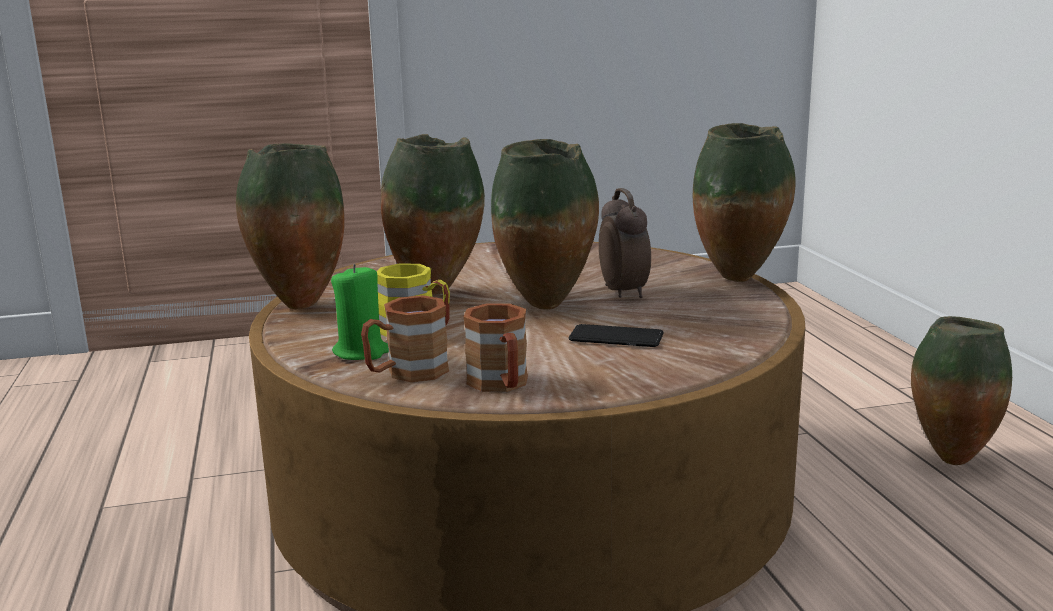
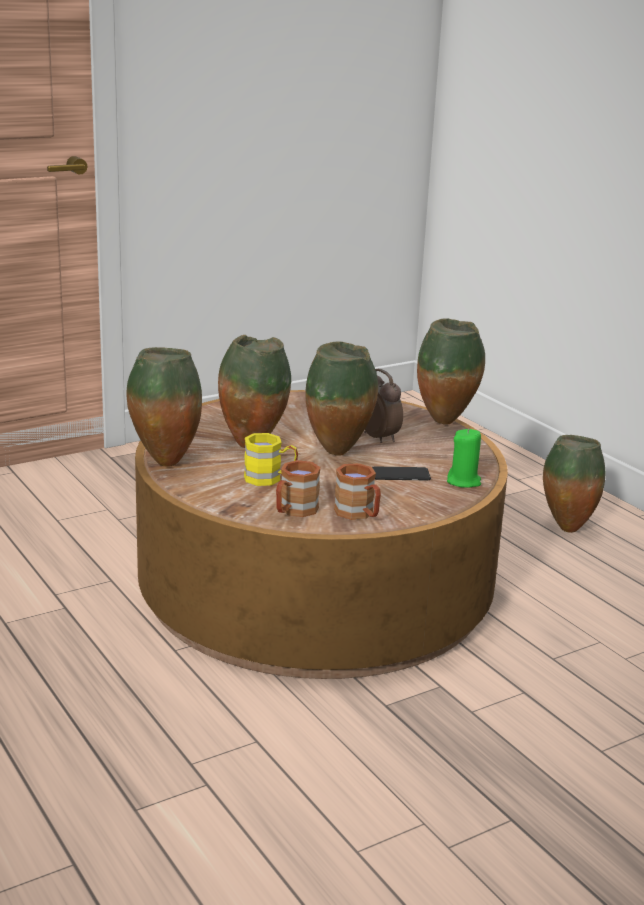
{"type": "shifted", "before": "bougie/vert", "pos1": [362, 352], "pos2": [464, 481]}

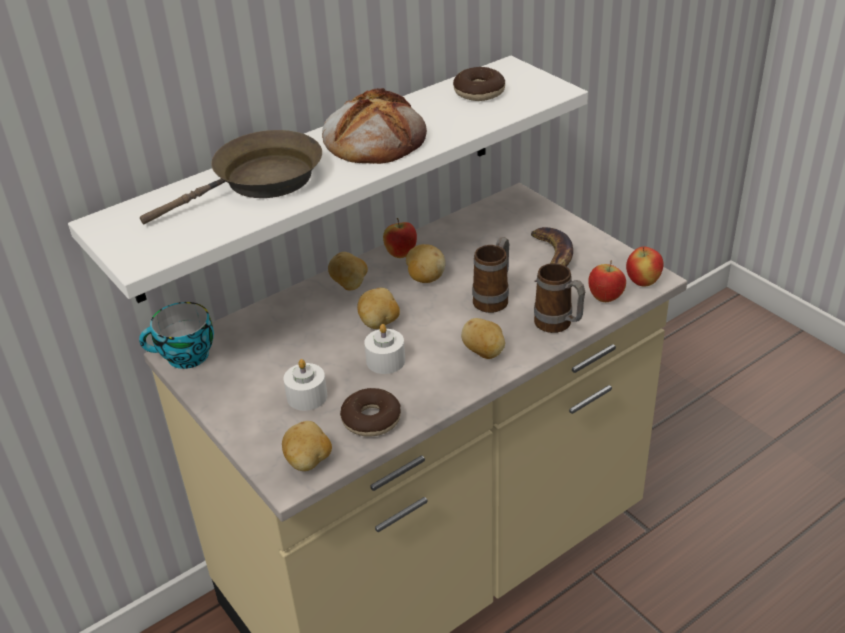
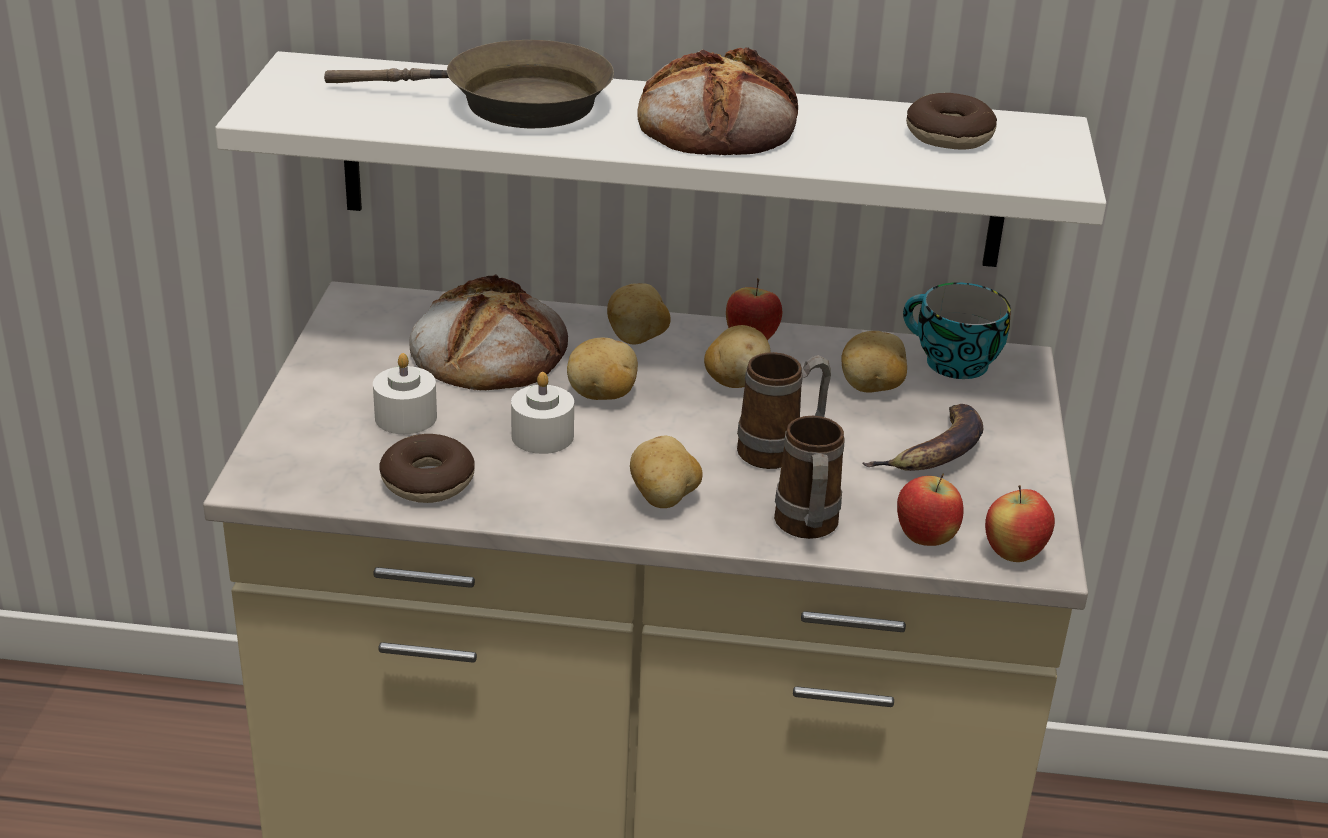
{"type": "shifted", "before": "tasse", "pos1": [185, 357], "pos2": [951, 363]}
{"type": "shifted", "before": "pomme de terre", "pos1": [309, 461], "pos2": [872, 387]}
{"type": "new", "after": "pain", "pos2": [488, 349]}

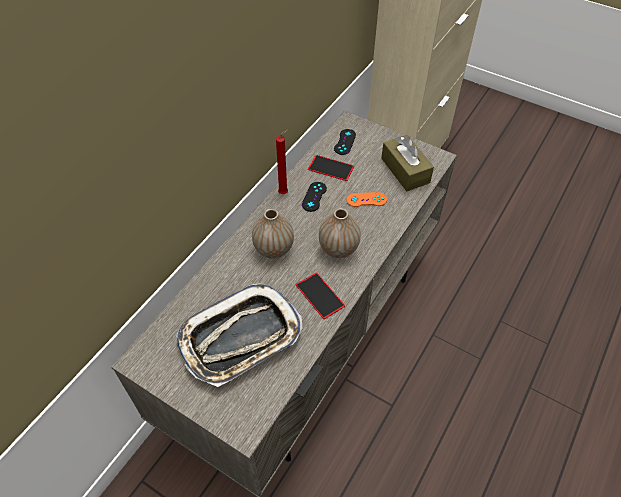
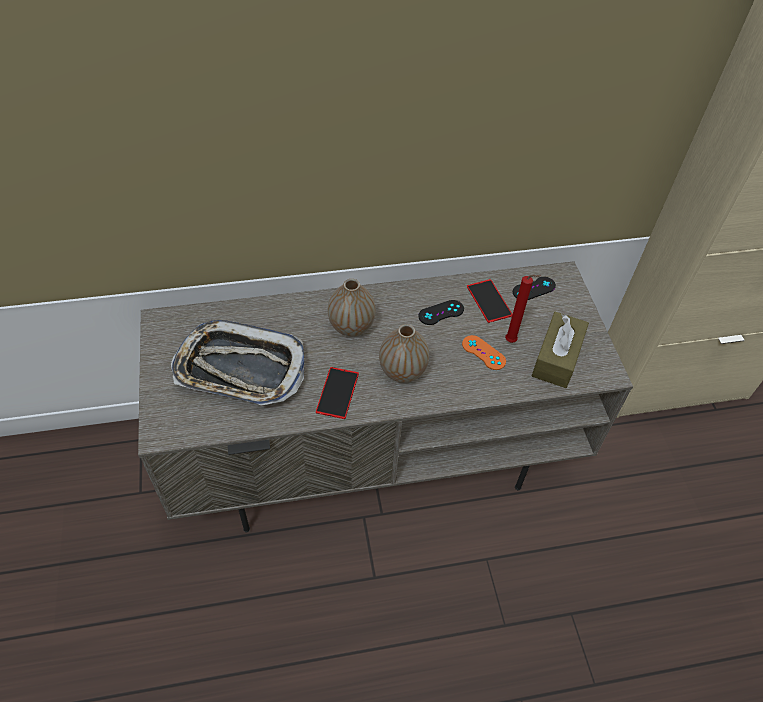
{"type": "shifted", "before": "bougie/rouge", "pos1": [285, 193], "pos2": [512, 342]}

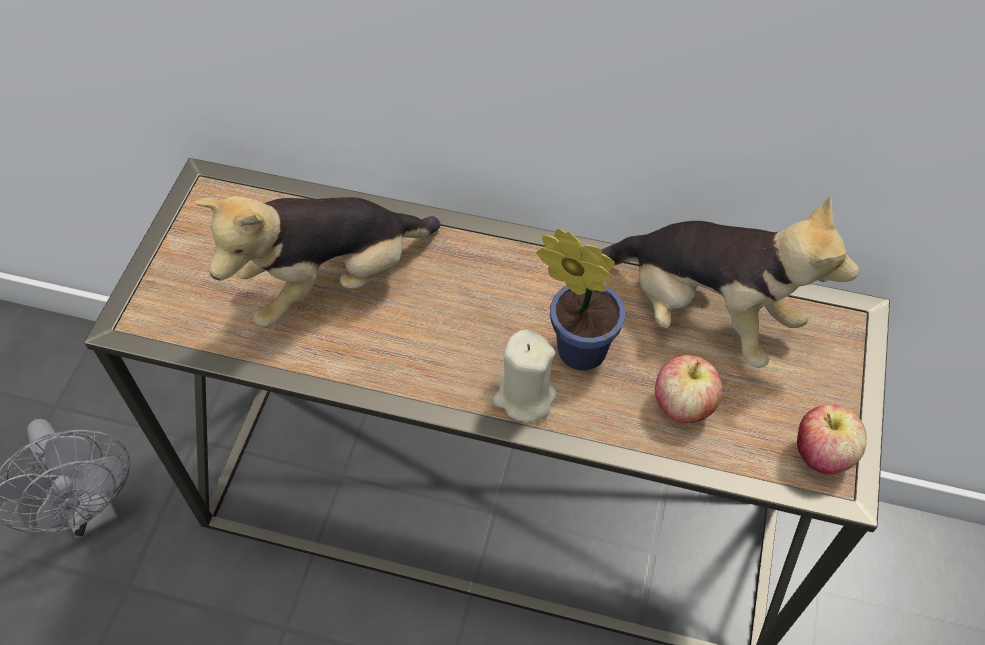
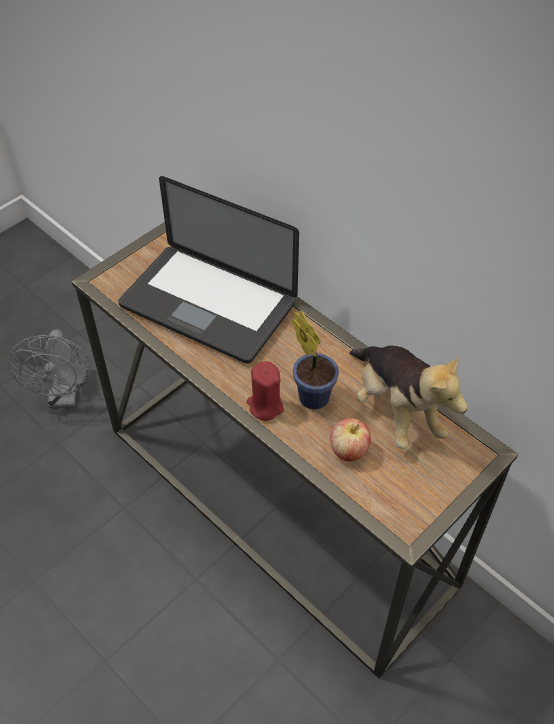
{"type": "swapped", "before": "peluche", "after": "ordinateur portable", "pos1": [333, 282], "pos2": [208, 305]}
{"type": "repainted", "before": "bougie/beige", "after": "bougie/rouge", "pos1": [524, 397], "pos2": [265, 406]}
{"type": "gone", "before": "pomme", "pos1": [821, 455]}

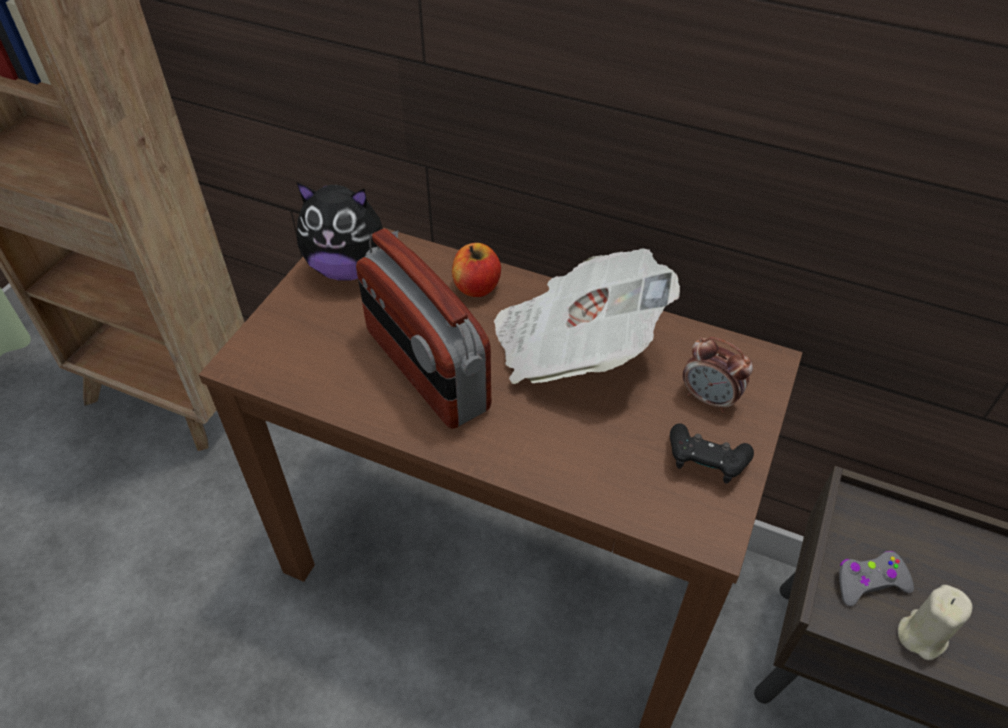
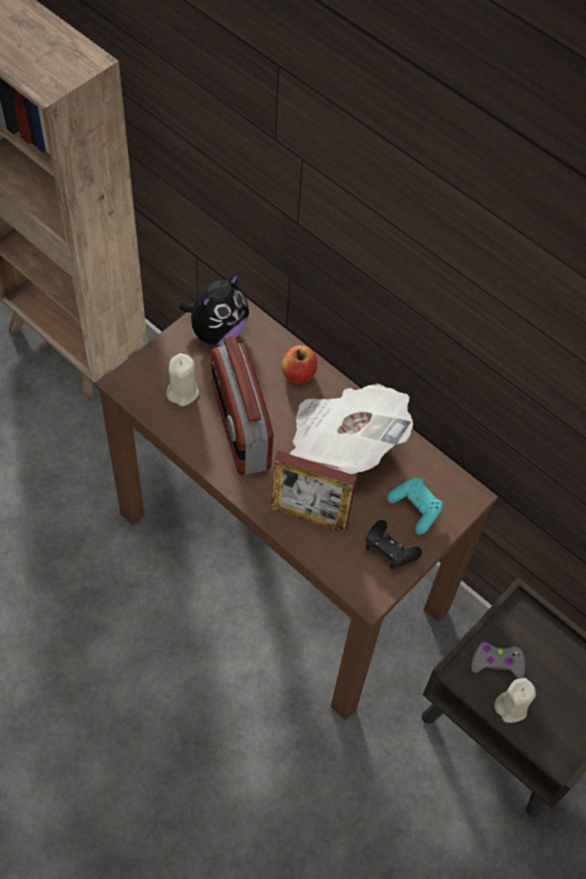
{"type": "rotated", "before": "peluche", "pos1": [349, 268], "pos2": [217, 331], "turn": -75}
{"type": "swapped", "before": "réveil", "after": "manette/turquoise", "pos1": [709, 399], "pos2": [415, 509]}
{"type": "new", "after": "bougie/beige", "pos2": [182, 392]}
{"type": "new", "after": "cadre photo", "pos2": [309, 516]}

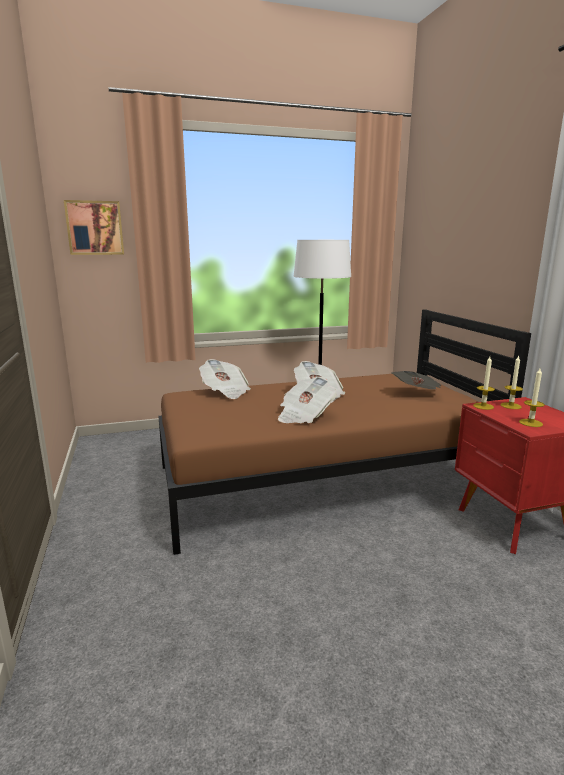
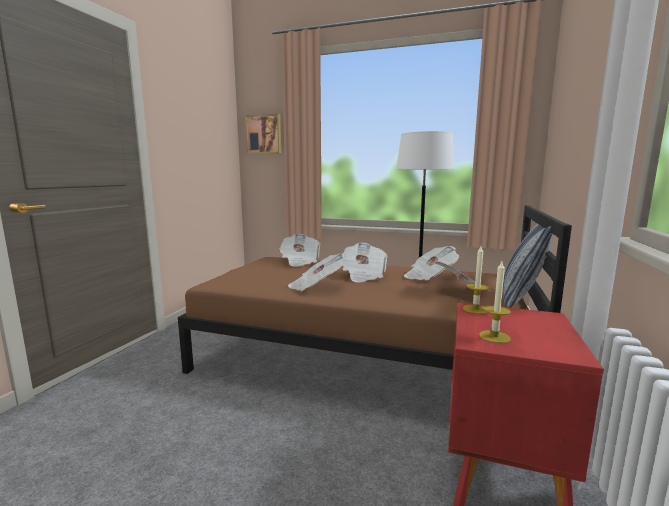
{"type": "gone", "before": "bougie", "pos1": [510, 406]}
{"type": "new", "after": "coussin", "pos2": [521, 297]}
{"type": "new", "after": "journal", "pos2": [429, 276]}

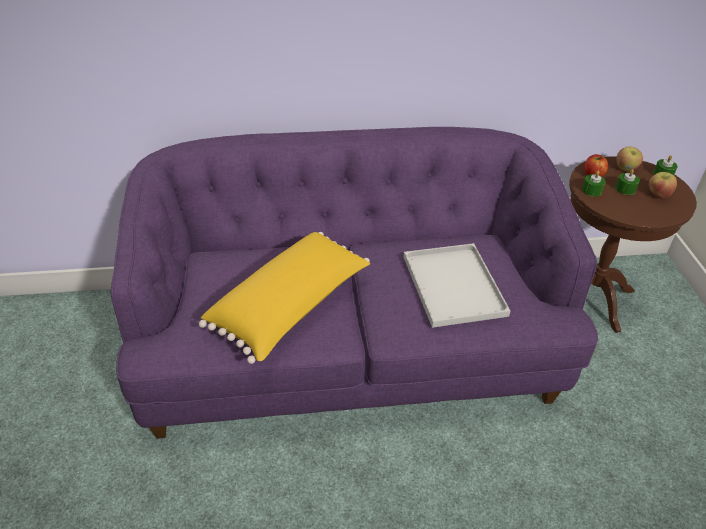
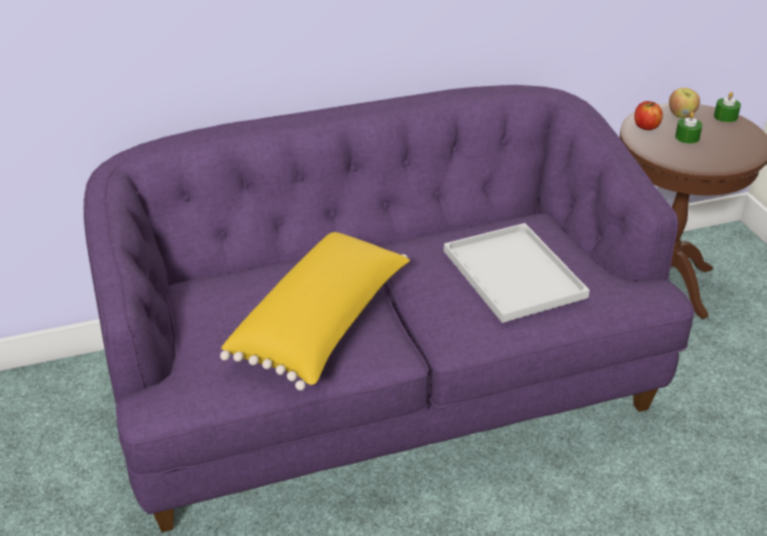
{"type": "gone", "before": "bougie/vert", "pos1": [591, 190]}
{"type": "gone", "before": "pomme", "pos1": [658, 194]}

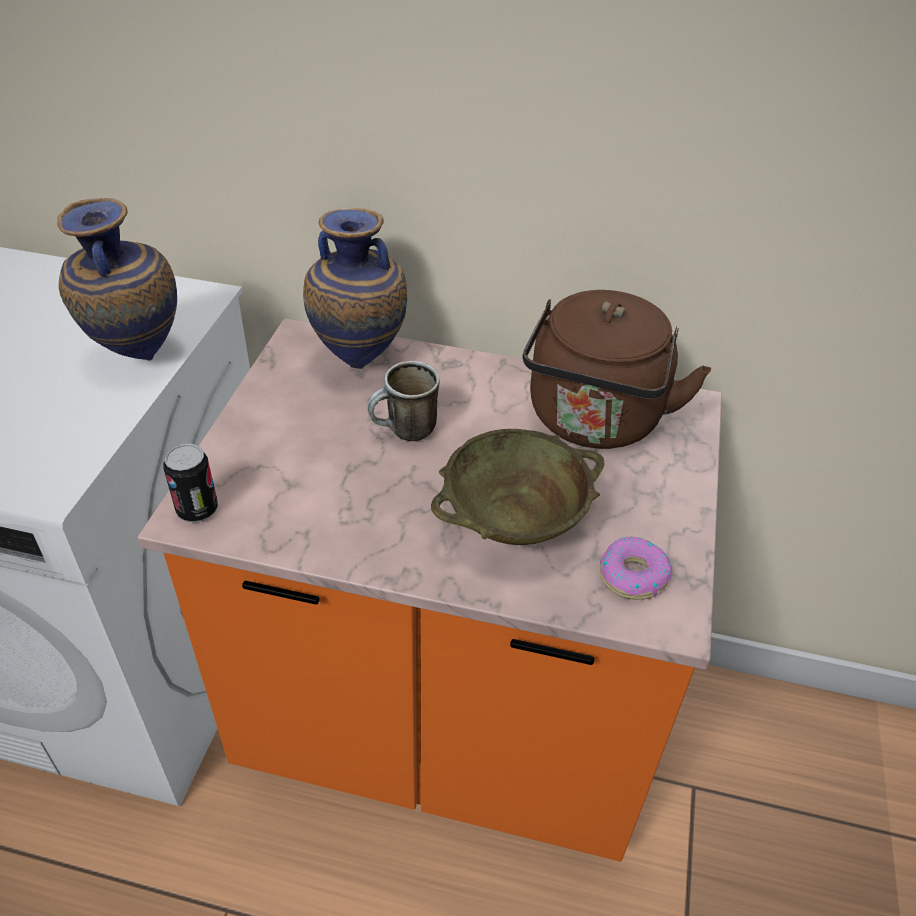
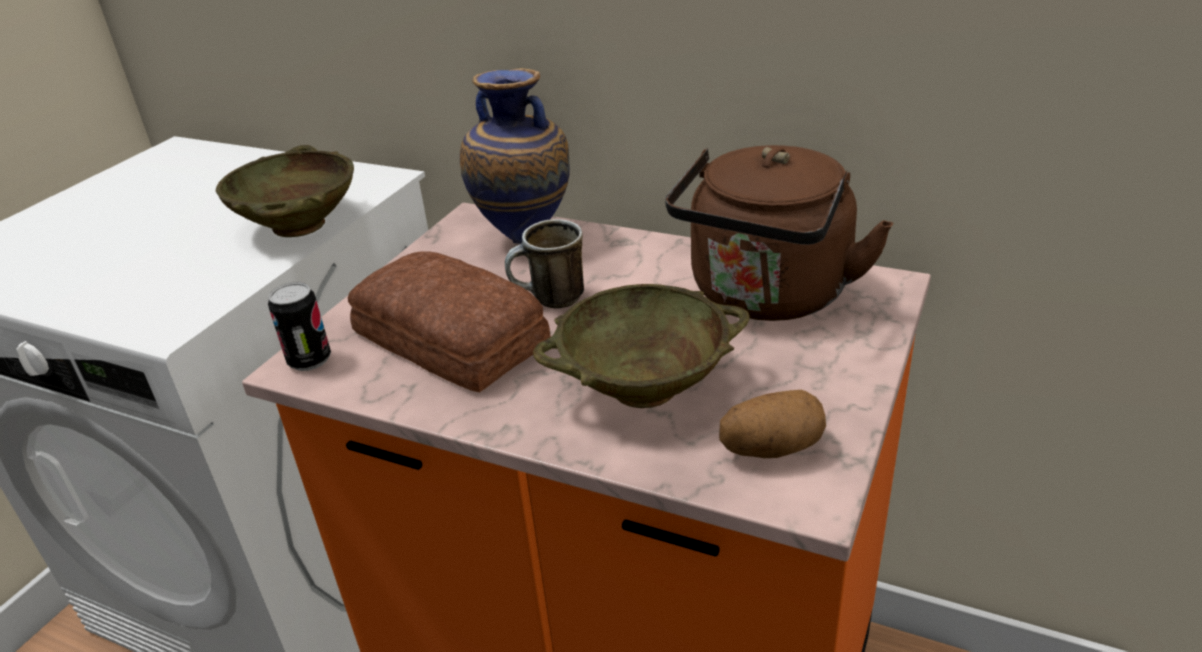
{"type": "swapped", "before": "vase", "after": "bol/beige", "pos1": [137, 357], "pos2": [299, 225]}
{"type": "swapped", "before": "beignet", "after": "pomme de terre", "pos1": [632, 575], "pos2": [771, 448]}
{"type": "new", "after": "pain", "pos2": [449, 341]}

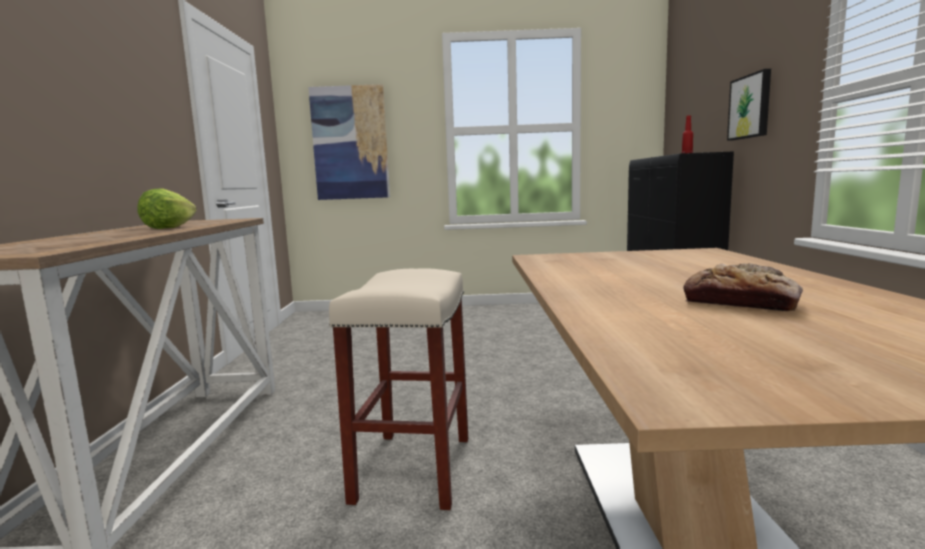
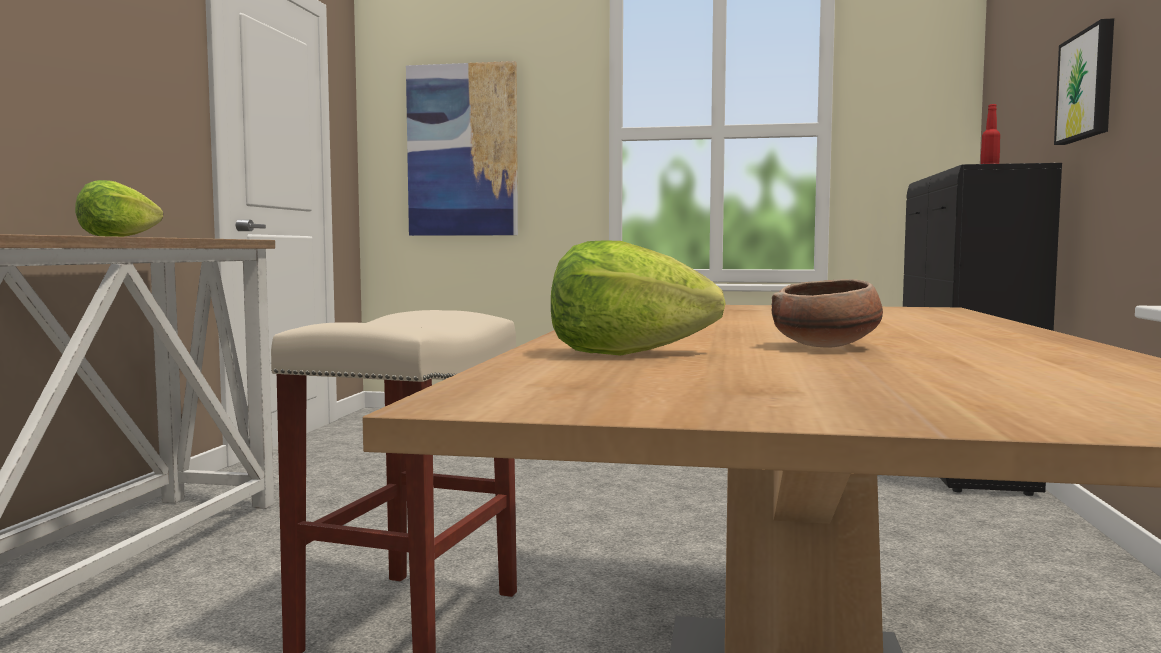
{"type": "swapped", "before": "pain", "after": "bol", "pos1": [740, 303], "pos2": [827, 346]}
{"type": "new", "after": "laitue", "pos2": [626, 352]}

